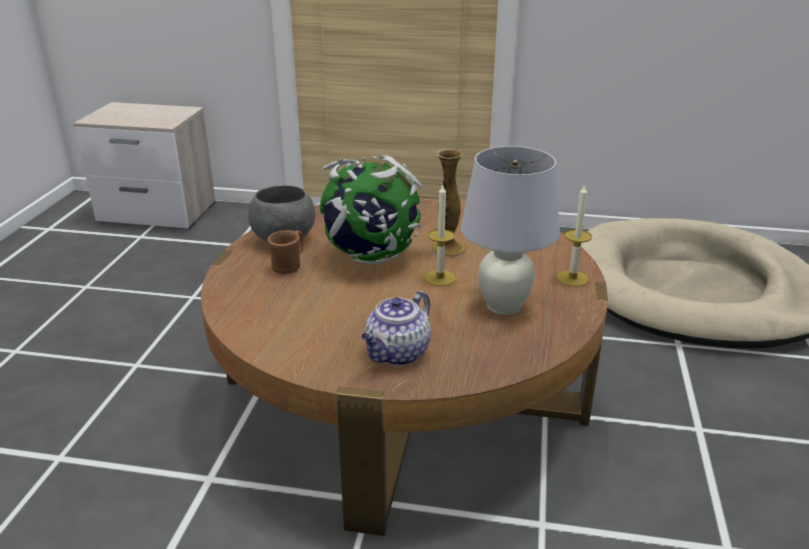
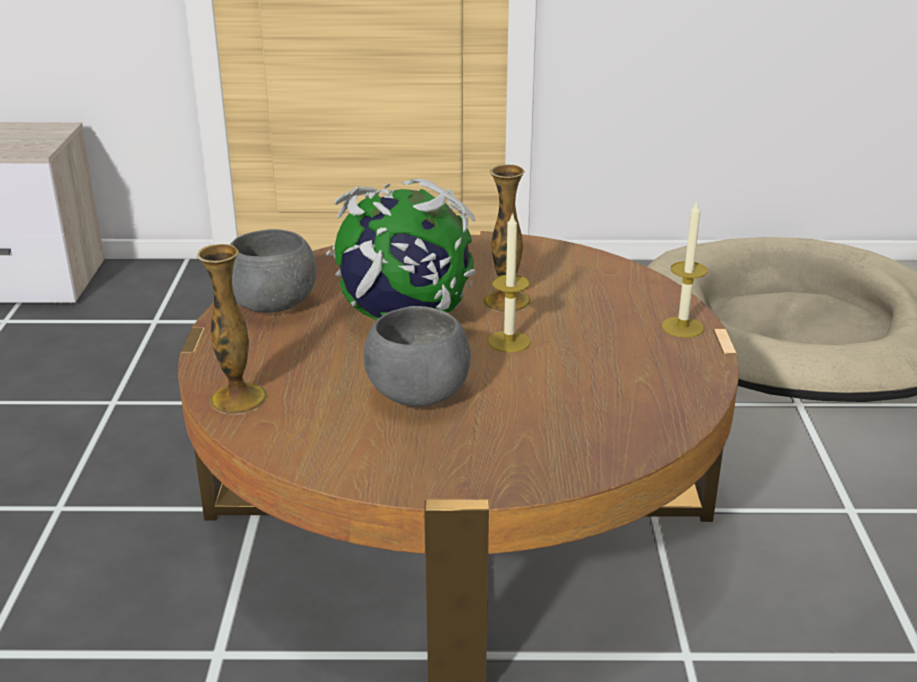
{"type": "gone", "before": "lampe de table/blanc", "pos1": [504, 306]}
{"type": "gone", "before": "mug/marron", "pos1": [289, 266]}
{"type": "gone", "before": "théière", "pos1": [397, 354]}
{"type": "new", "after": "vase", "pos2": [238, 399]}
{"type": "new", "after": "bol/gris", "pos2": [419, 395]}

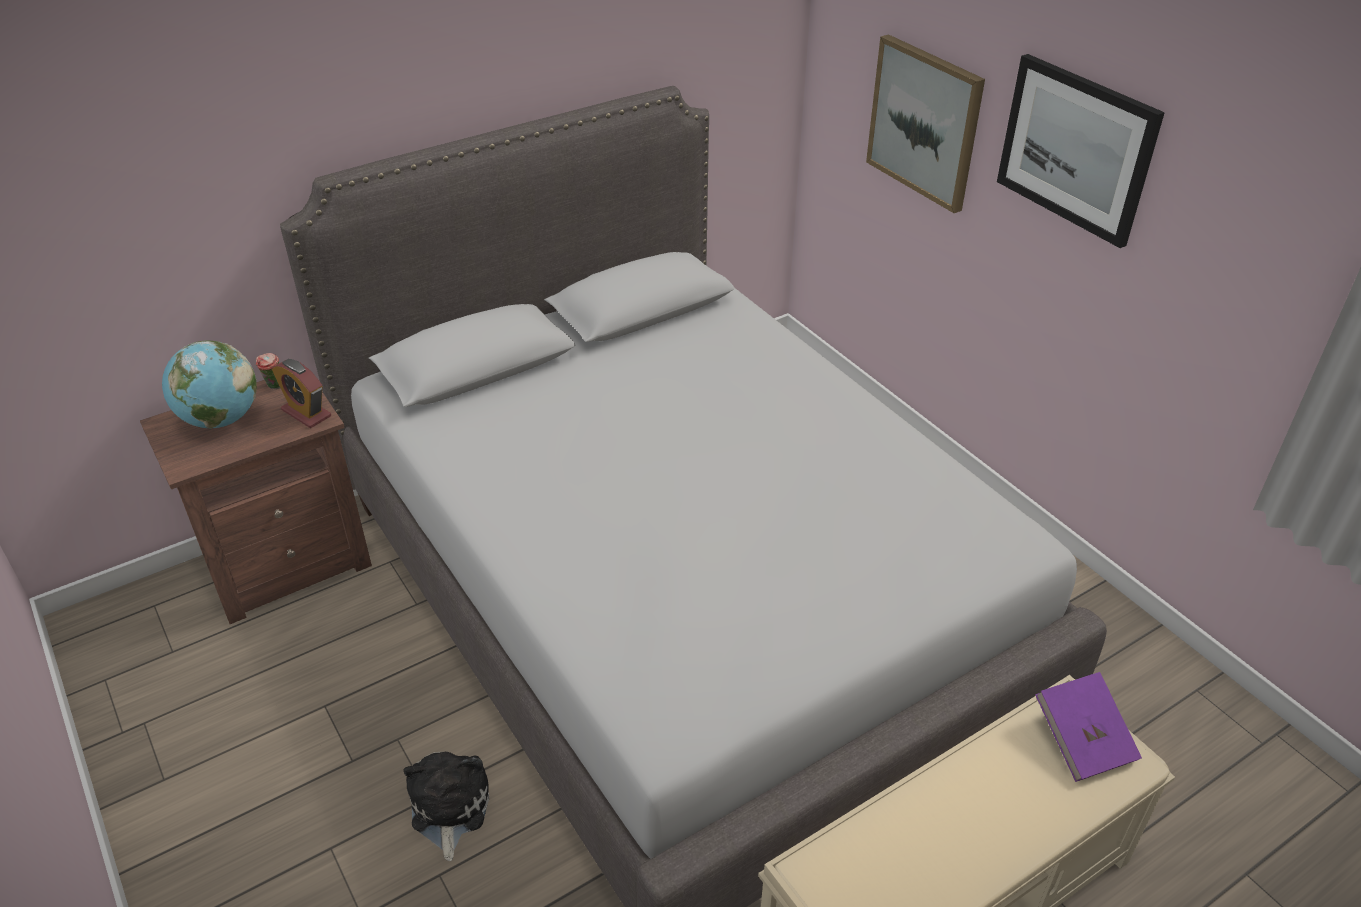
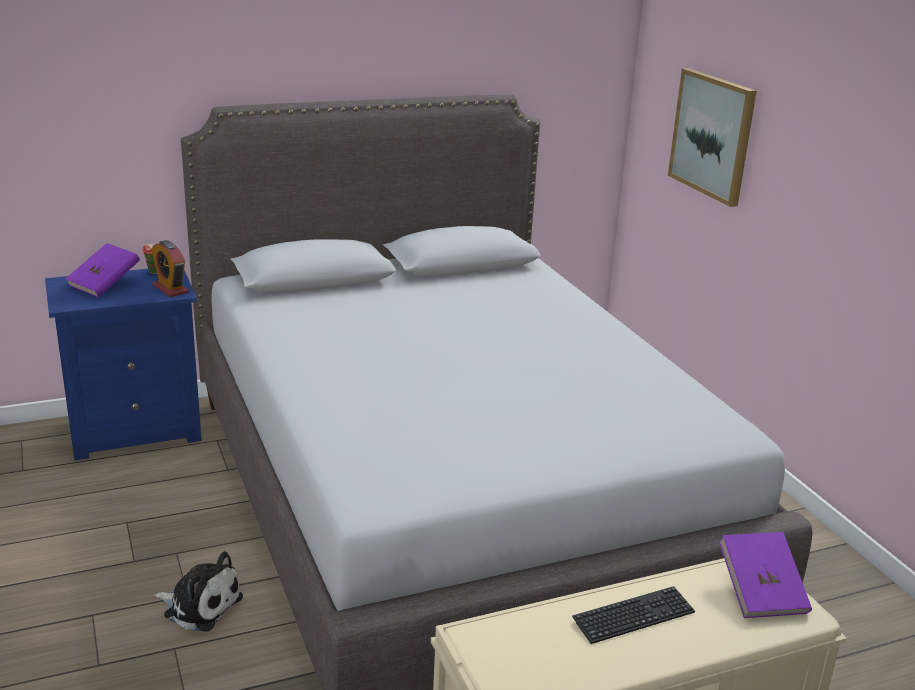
{"type": "gone", "before": "tableau", "pos1": [1076, 149]}
{"type": "swapped", "before": "globe", "after": "livre/violet", "pos1": [220, 419], "pos2": [104, 284]}
{"type": "repainted", "before": "table de chevet/marron", "after": "table de chevet/bleu", "pos1": [288, 564], "pos2": [135, 430]}
{"type": "rotated", "before": "peluche", "pos1": [448, 809], "pos2": [200, 605], "turn": 105}
{"type": "new", "after": "clavier", "pos2": [633, 617]}

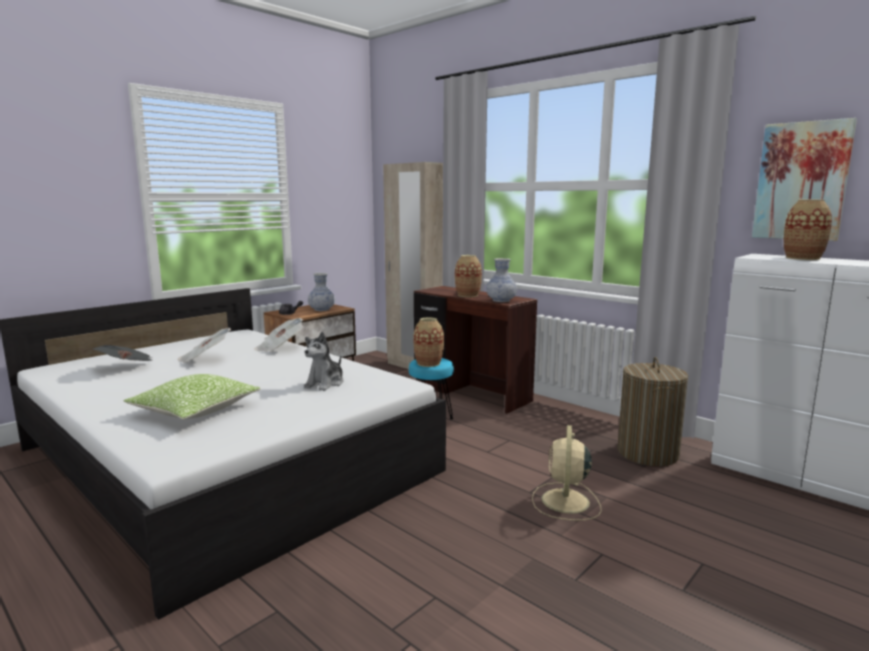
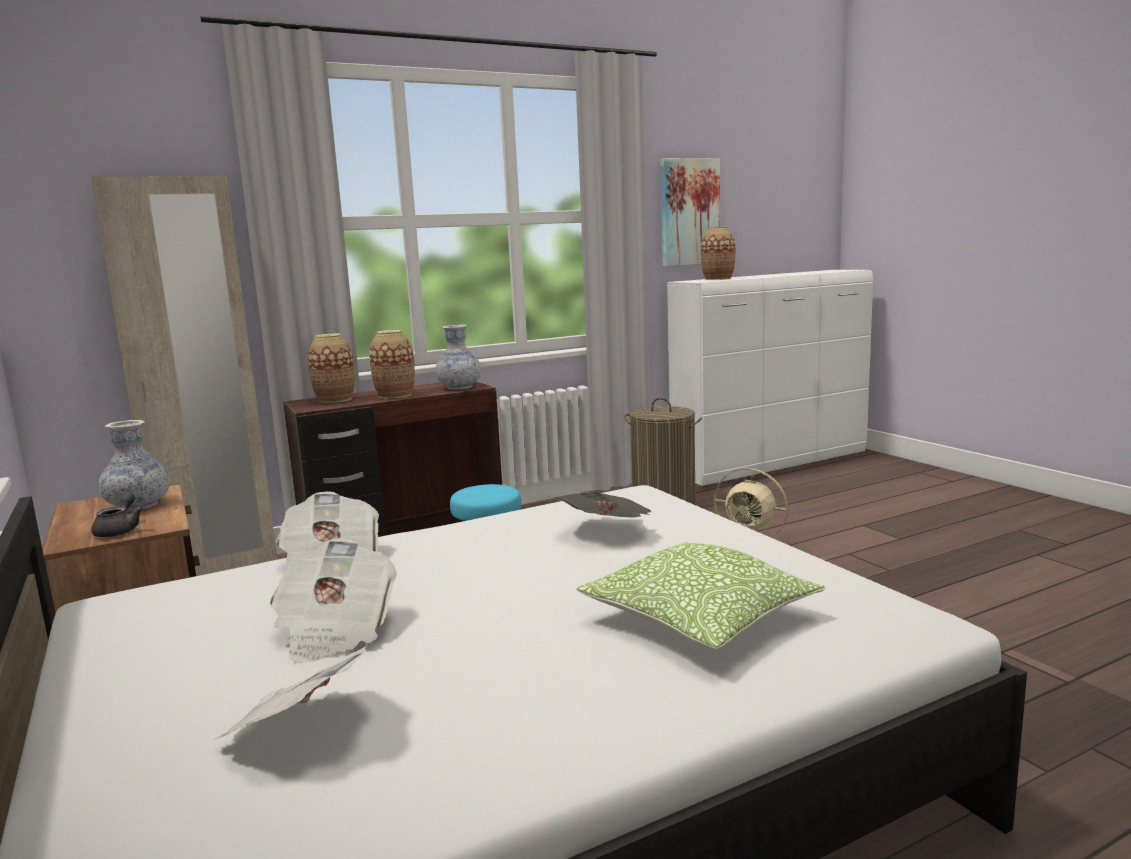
{"type": "shifted", "before": "vase", "pos1": [428, 363], "pos2": [335, 399]}
{"type": "swapped", "before": "peluche", "after": "journal", "pos1": [325, 383], "pos2": [607, 531]}

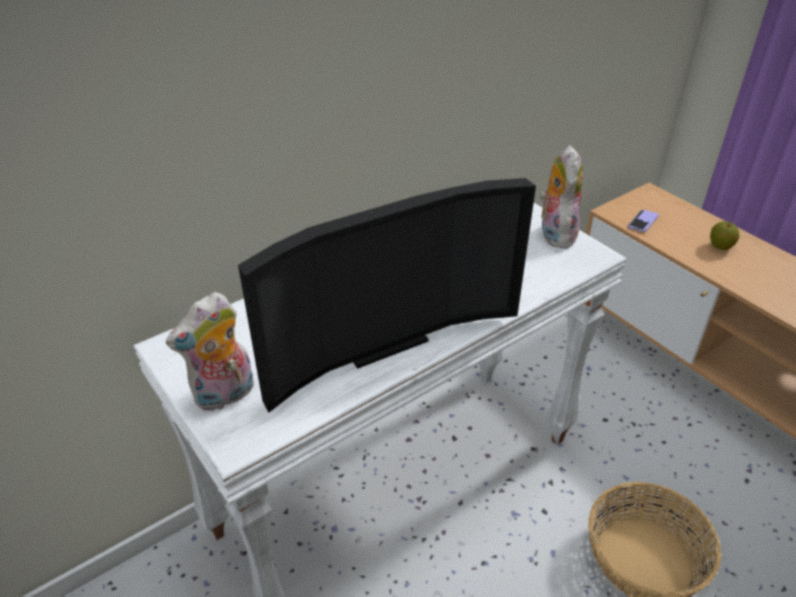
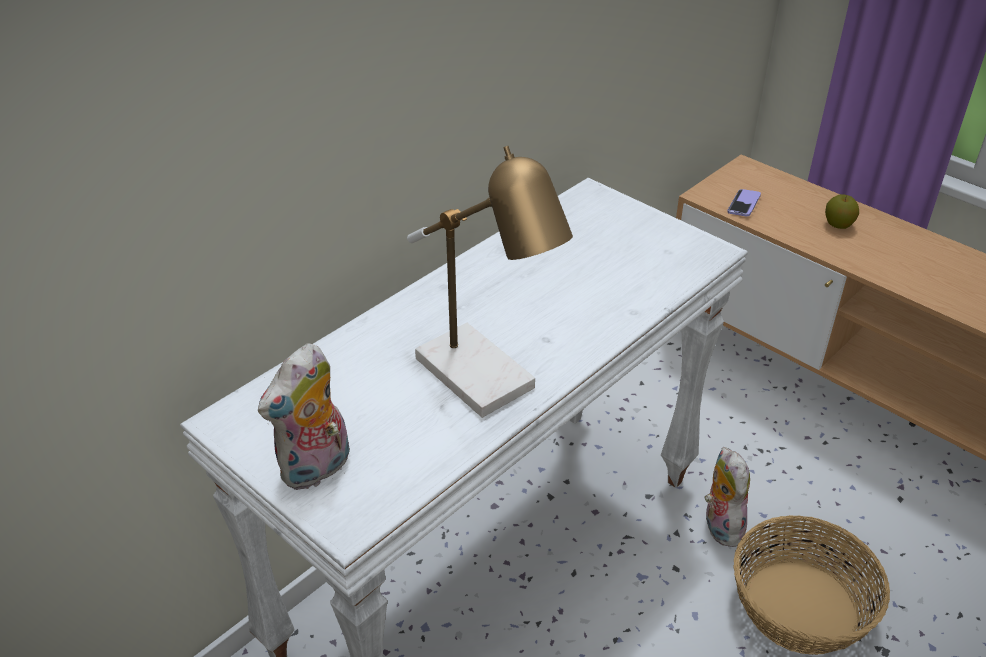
{"type": "shifted", "before": "peluche", "pos1": [554, 233], "pos2": [719, 525]}
{"type": "swapped", "before": "téléviseur", "after": "lampe de table", "pos1": [380, 340], "pos2": [487, 381]}

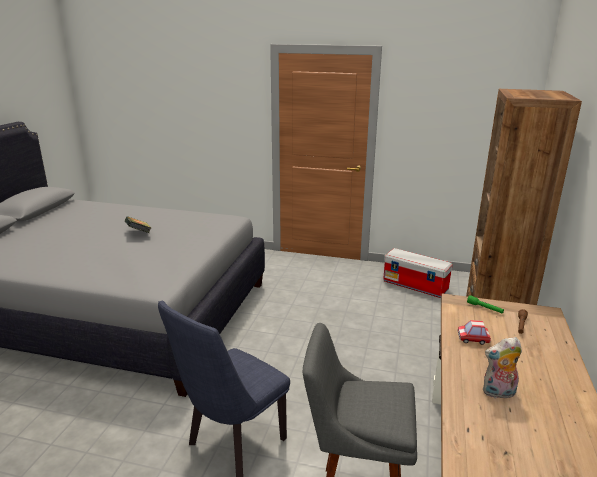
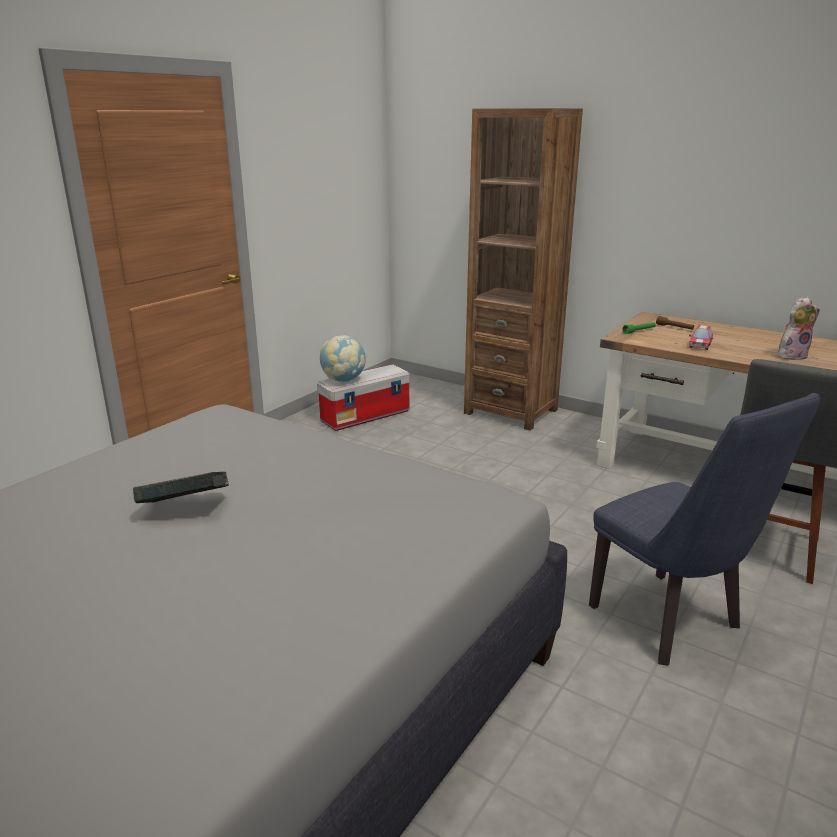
{"type": "rotated", "before": "peluche", "pos1": [498, 393], "pos2": [792, 356], "turn": -120}
{"type": "new", "after": "globe", "pos2": [343, 380]}

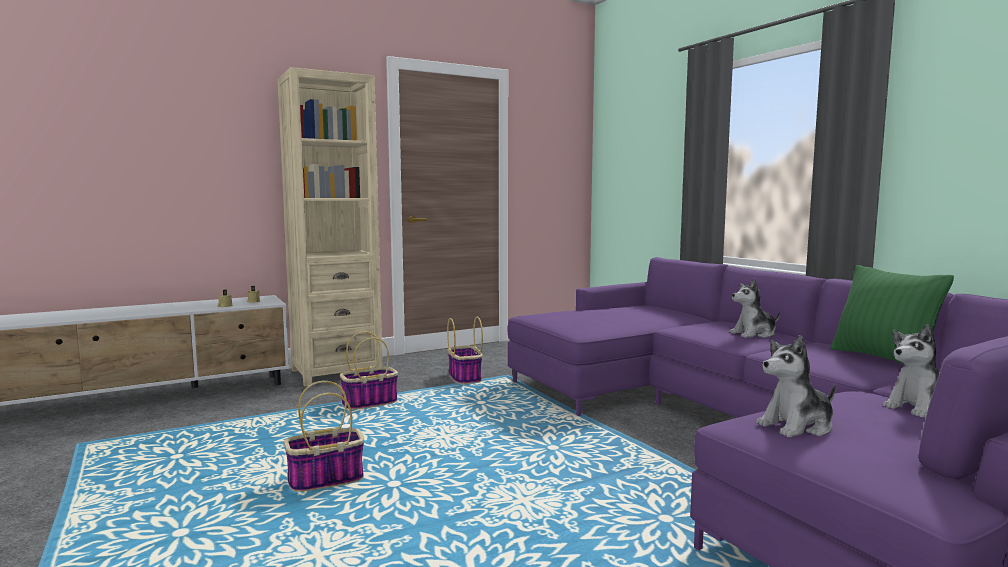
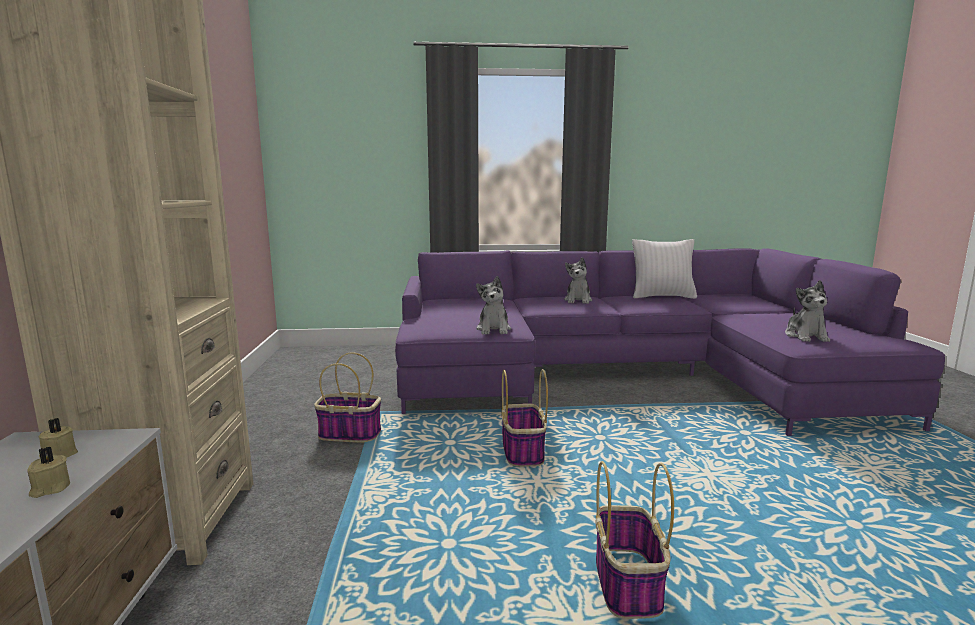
{"type": "repainted", "before": "coussin/vert", "after": "coussin/blanc", "pos1": [883, 359], "pos2": [662, 297]}
{"type": "shifted", "before": "peluche", "pos1": [920, 408], "pos2": [493, 329]}
{"type": "shifted", "before": "panier", "pos1": [370, 403], "pos2": [522, 451]}

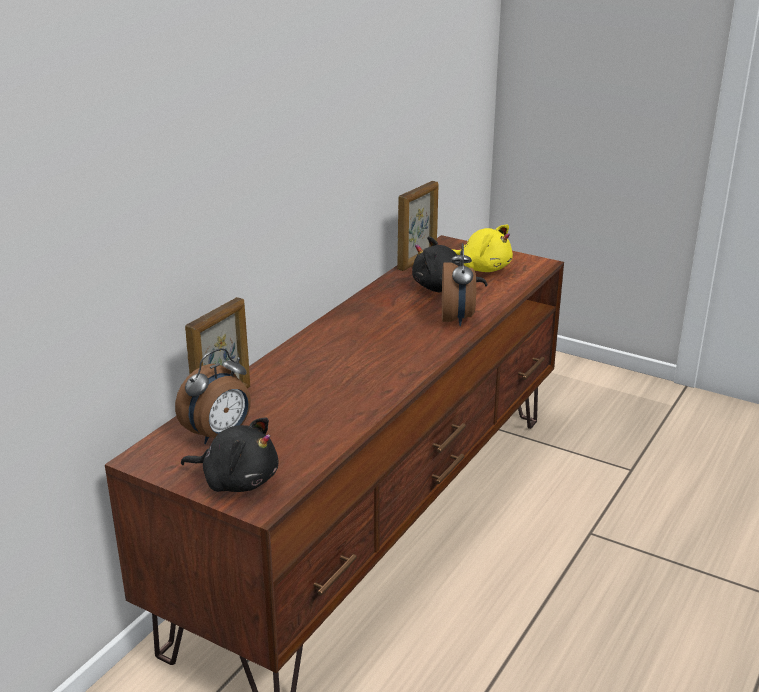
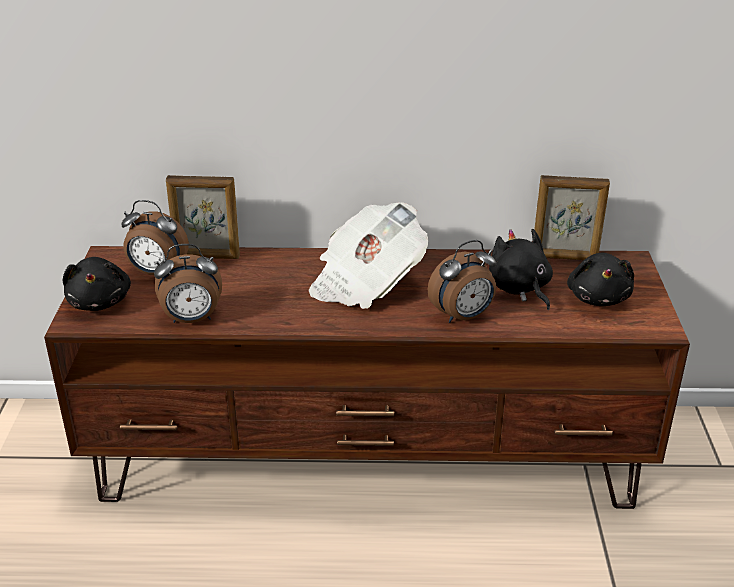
{"type": "repainted", "before": "peluche/jaune", "after": "peluche/noir", "pos1": [482, 268], "pos2": [598, 297]}
{"type": "new", "after": "journal", "pos2": [365, 282]}
{"type": "new", "after": "réveil", "pos2": [192, 319]}

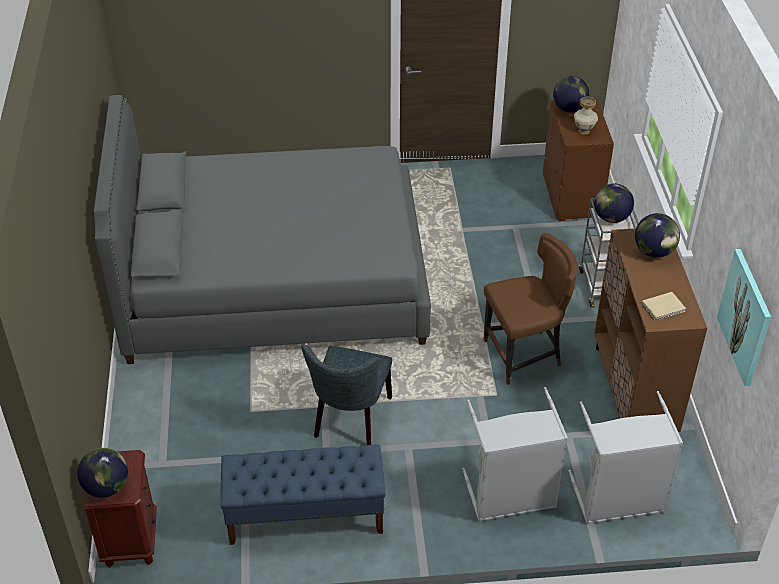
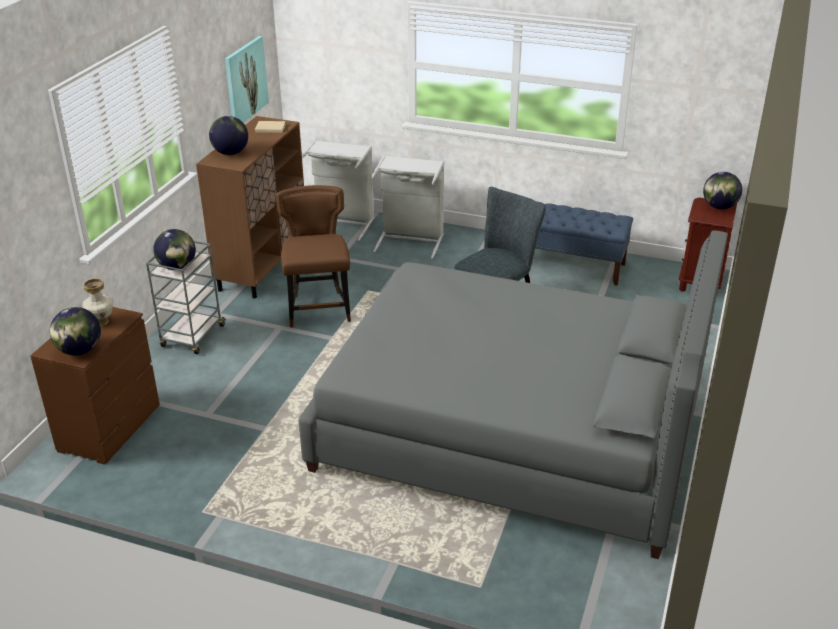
{"type": "rotated", "before": "chaise/marron", "pos1": [524, 355], "pos2": [319, 308], "turn": 75}

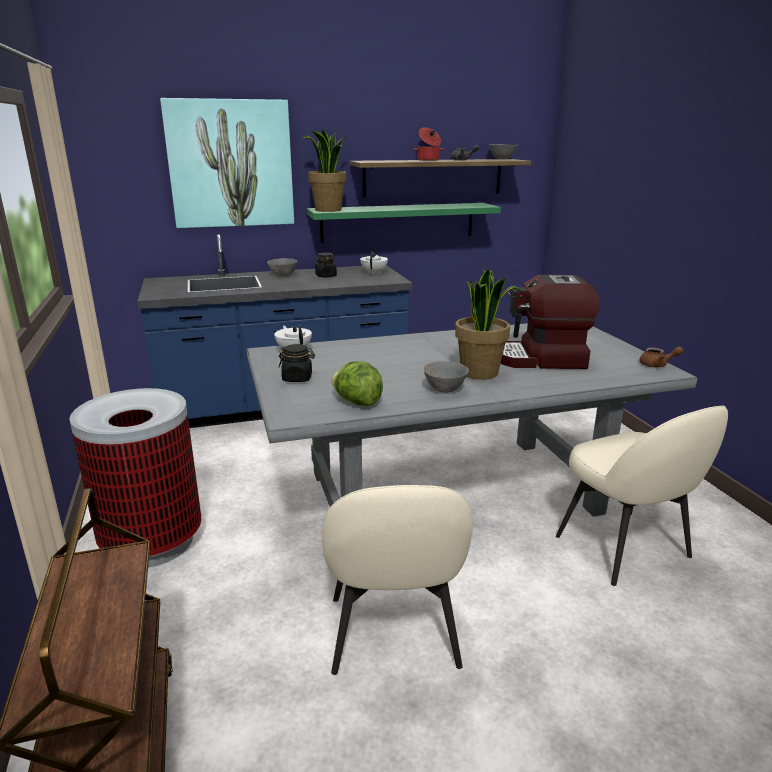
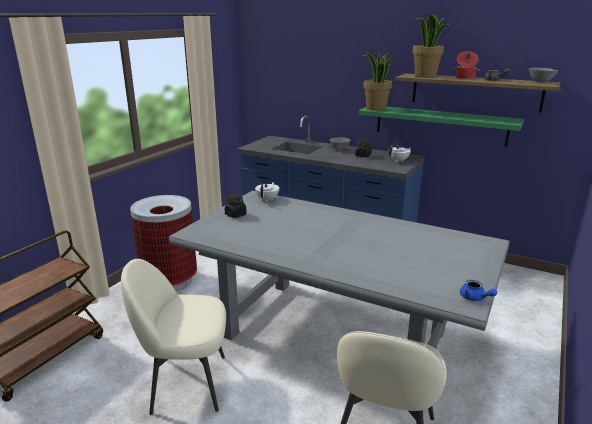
{"type": "gone", "before": "tableau", "pos1": [230, 164]}
{"type": "shifted", "before": "plante en pot", "pos1": [480, 373], "pos2": [425, 76]}
{"type": "gone", "before": "machine à café", "pos1": [541, 359]}
{"type": "repainted", "before": "théière/marron", "after": "théière/bleu", "pos1": [657, 365], "pos2": [475, 298]}
{"type": "gone", "before": "laitue", "pos1": [357, 402]}
{"type": "gone", "before": "bol/gris", "pos1": [444, 390]}
{"type": "rotated", "before": "chaise/beige", "pos1": [393, 635], "pos2": [186, 383], "turn": 45}

